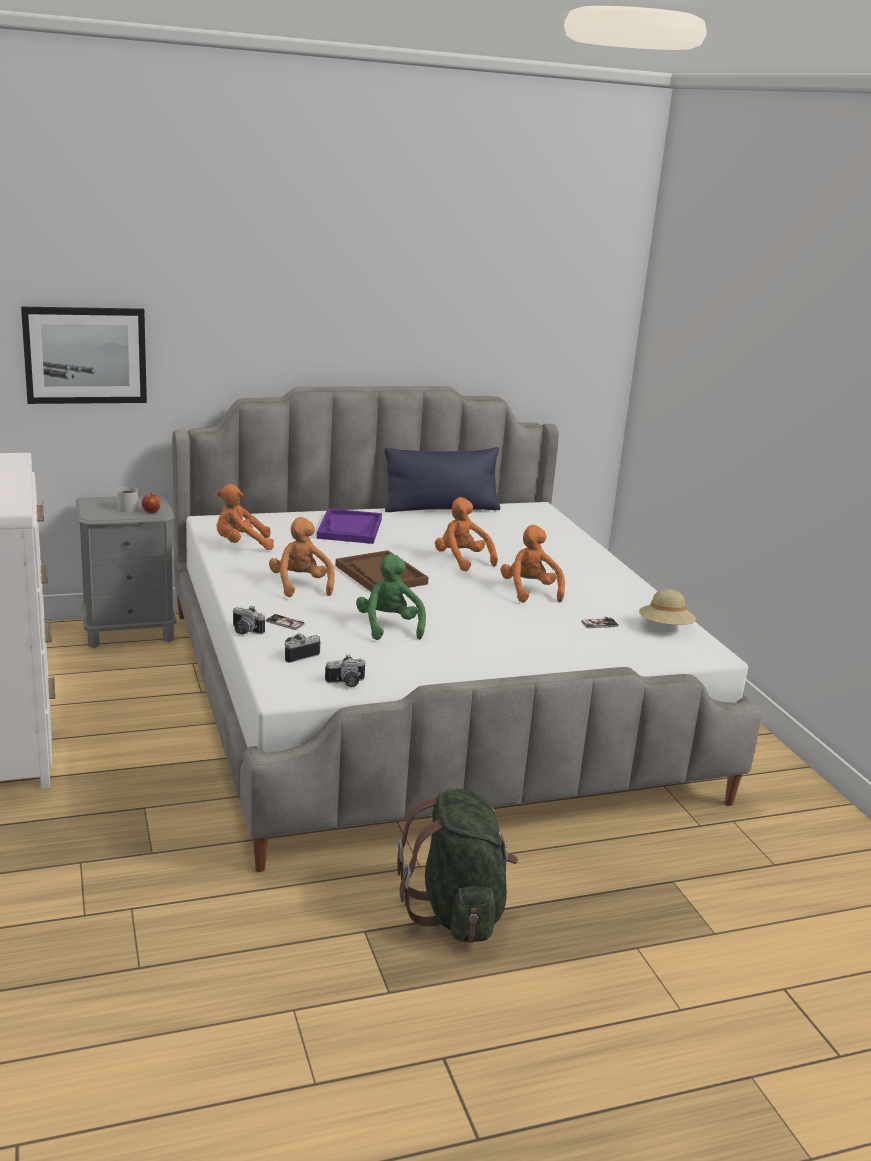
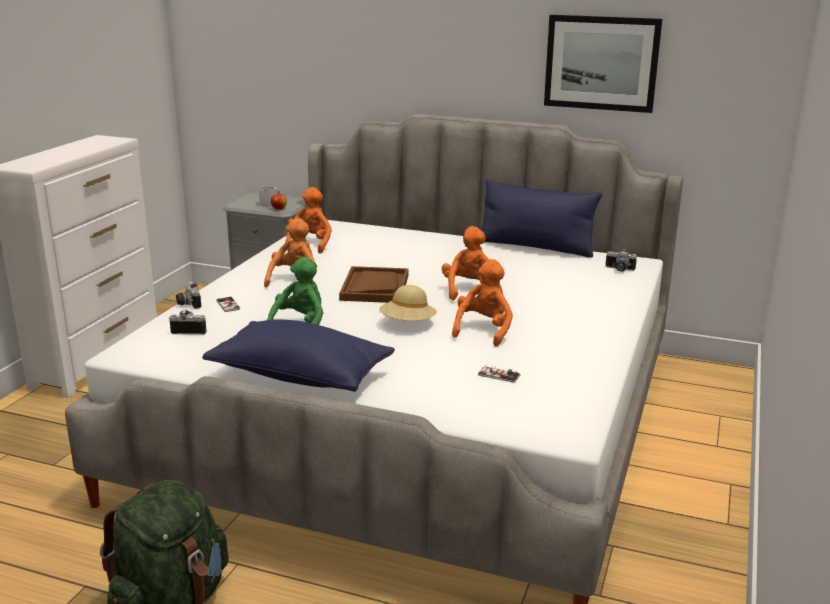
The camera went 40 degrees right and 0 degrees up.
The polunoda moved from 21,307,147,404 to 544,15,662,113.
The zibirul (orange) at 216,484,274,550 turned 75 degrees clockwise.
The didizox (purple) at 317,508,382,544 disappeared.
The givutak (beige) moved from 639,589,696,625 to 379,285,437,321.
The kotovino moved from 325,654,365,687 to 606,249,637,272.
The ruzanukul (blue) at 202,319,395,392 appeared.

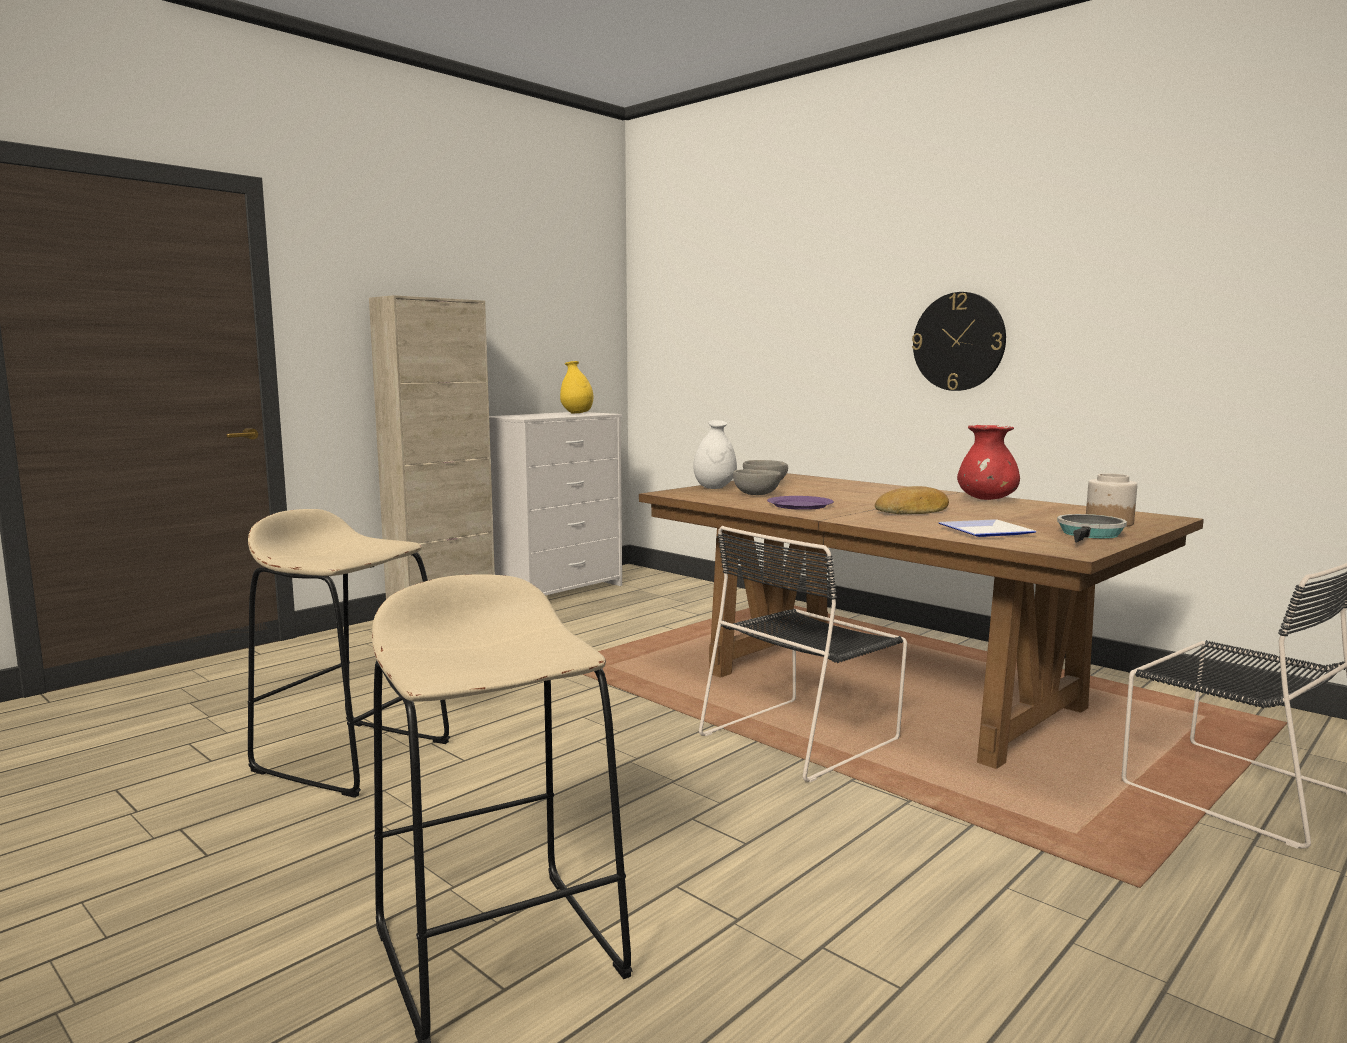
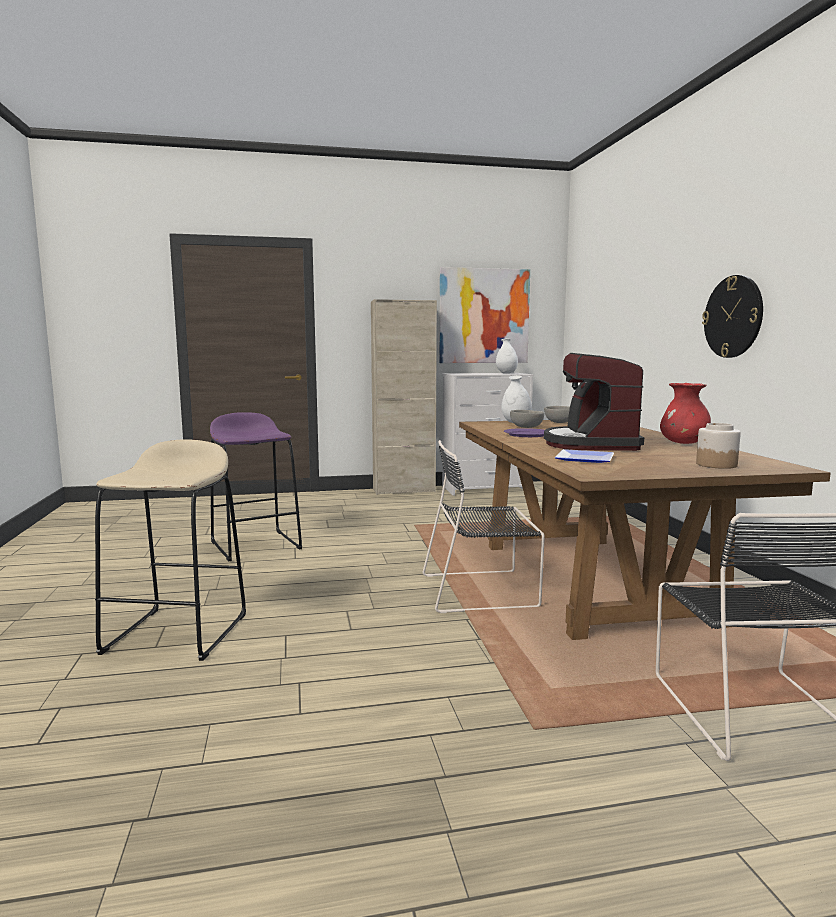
The camera went 35 degrees right and 0 degrees up.
The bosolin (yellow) at 560,361,593,414 became the bosolin (white) at 496,338,518,373.
The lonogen at 875,486,949,514 was replaced by the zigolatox at 544,353,644,451.
The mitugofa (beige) at 248,509,450,798 became the mitugofa (purple) at 210,412,302,561.
The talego at 1057,514,1127,543 disappeared.
The polunoda at 439,267,530,363 appeared.

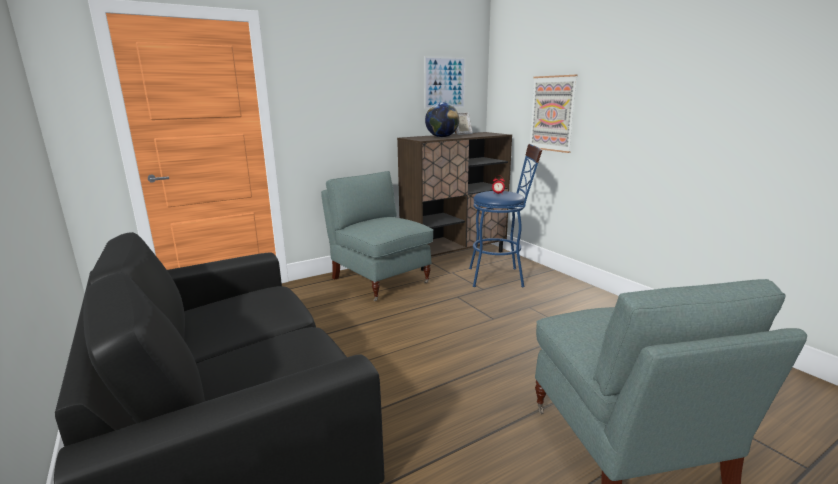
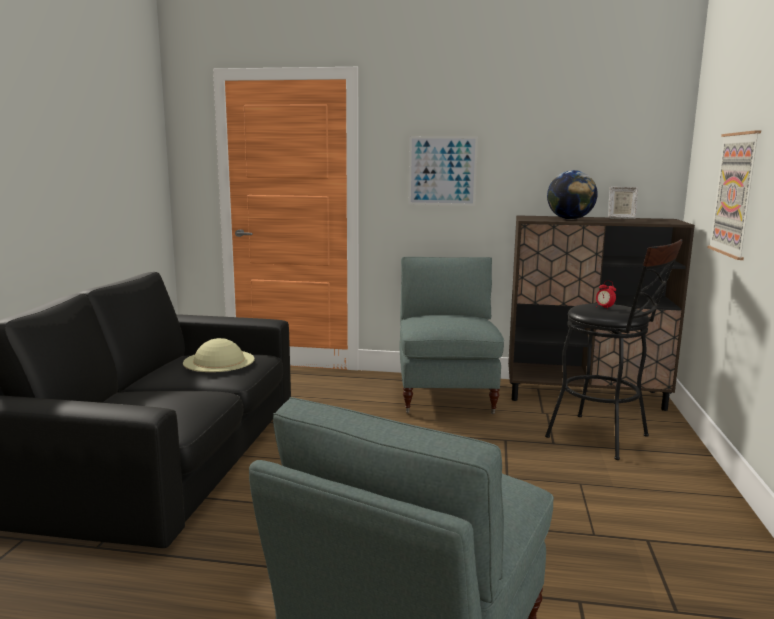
The camera went 40 degrees right and 5 degrees down.
The polunoda moved from 424,56,466,109 to 409,136,478,206.
The mitugofa (blue) at 469,144,542,287 became the mitugofa (black) at 545,239,683,460.
The givutak (beige) at 183,338,254,372 appeared.

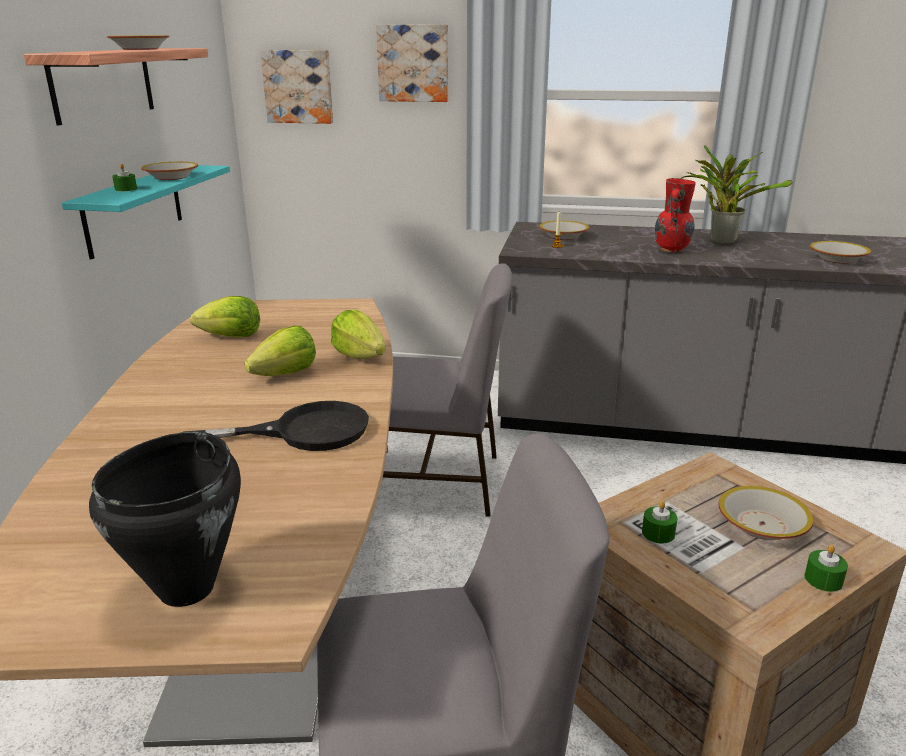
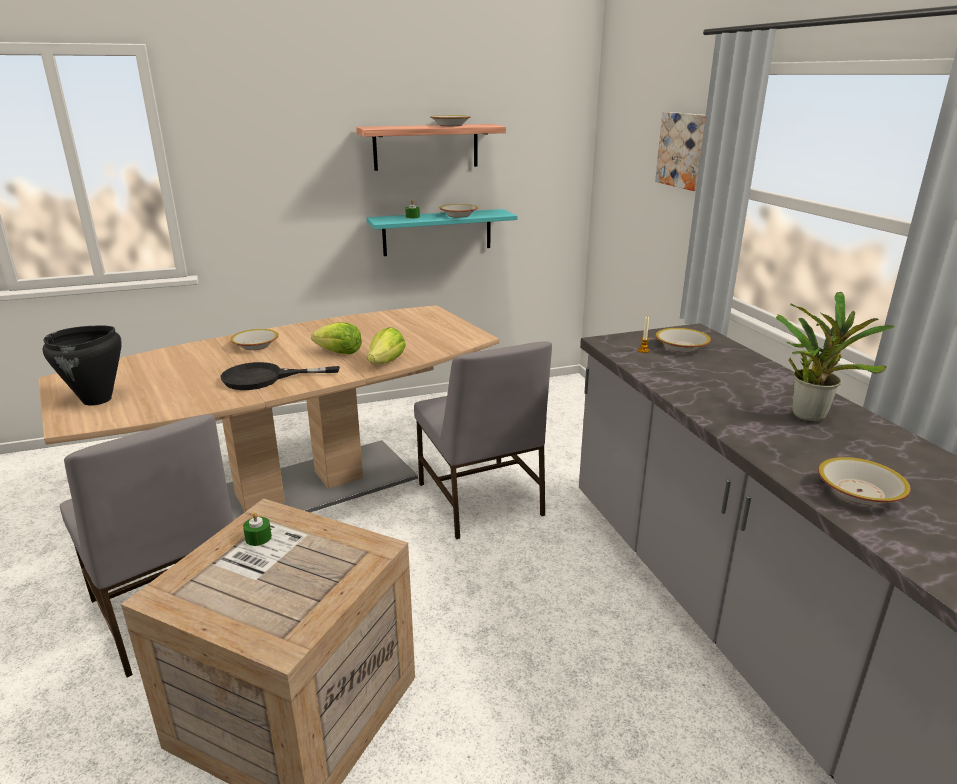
The camera went 60 degrees right and 0 degrees up.
The polunoda at 260,50,333,124 disappeared.
The bosolin (red) at 655,178,696,253 disappeared.
The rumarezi at 190,296,260,337 disappeared.
The talego (black) at 184,401,369,451 turned 120 degrees clockwise.
The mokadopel moved from 718,486,813,540 to 230,329,279,350.
The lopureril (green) at 805,545,848,592 disappeared.

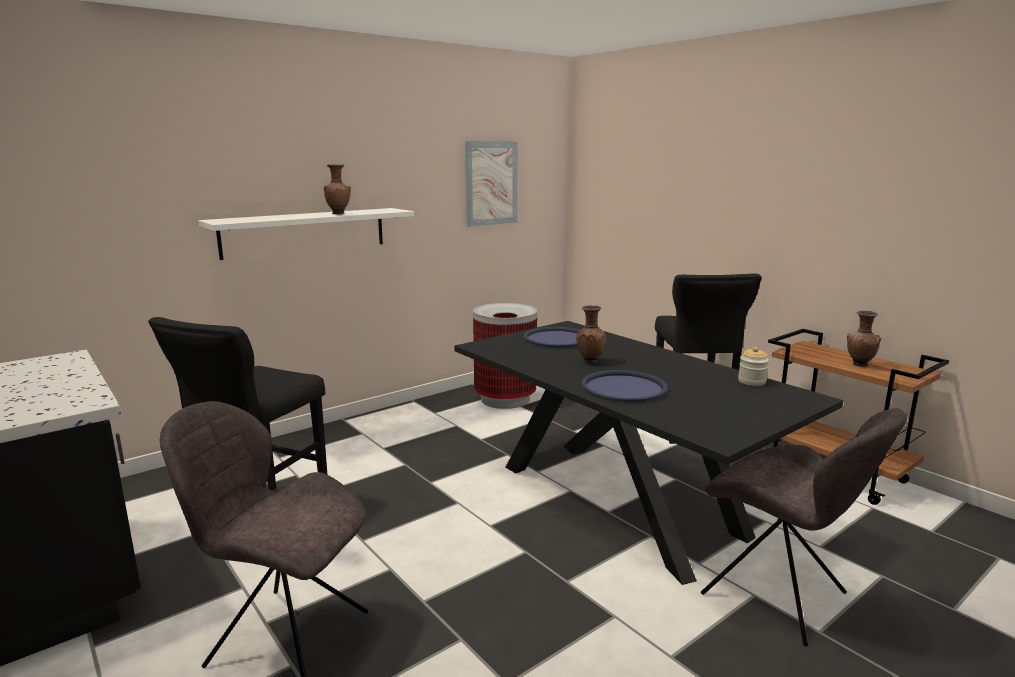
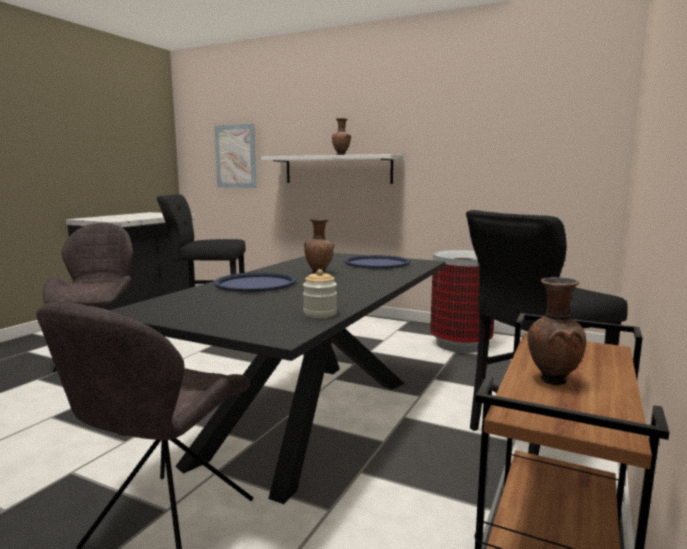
The camera went 65 degrees right and 5 degrees down.
The polunoda moved from 465,142,518,227 to 214,124,257,188.

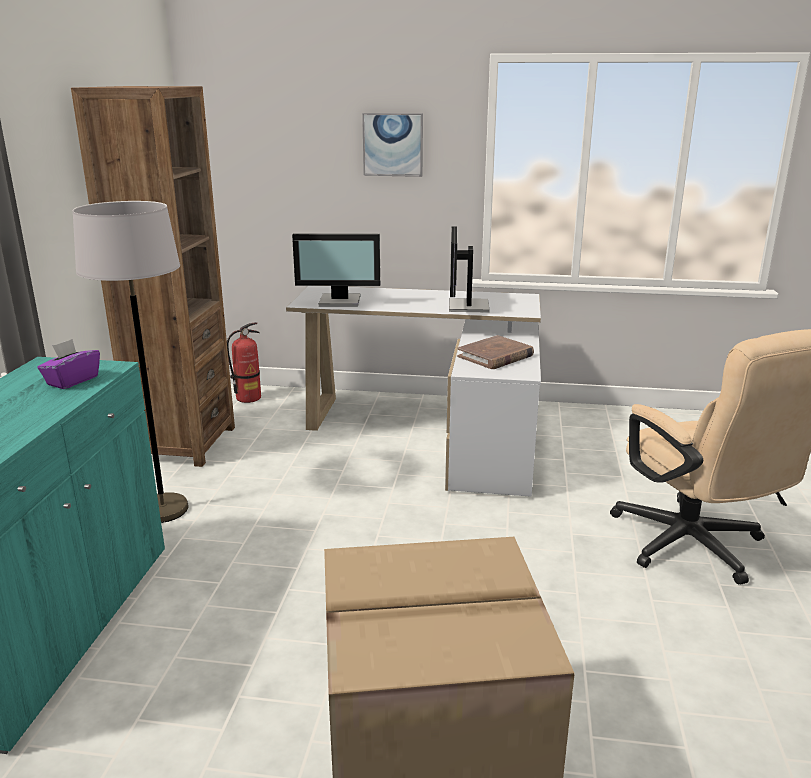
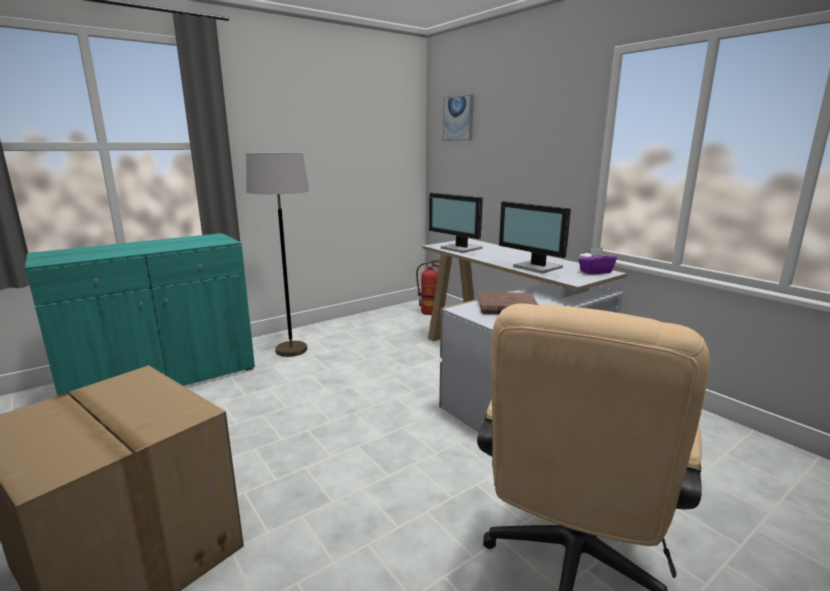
The camera went 45 degrees right and 5 degrees down.
The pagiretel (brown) at 71,86,235,467 disappeared.
The polunoda moved from 362,113,423,177 to 443,95,474,140.
The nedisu at 449,227,490,313 turned 90 degrees counterclockwise.
The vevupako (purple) moved from 37,339,100,389 to 578,247,617,275.

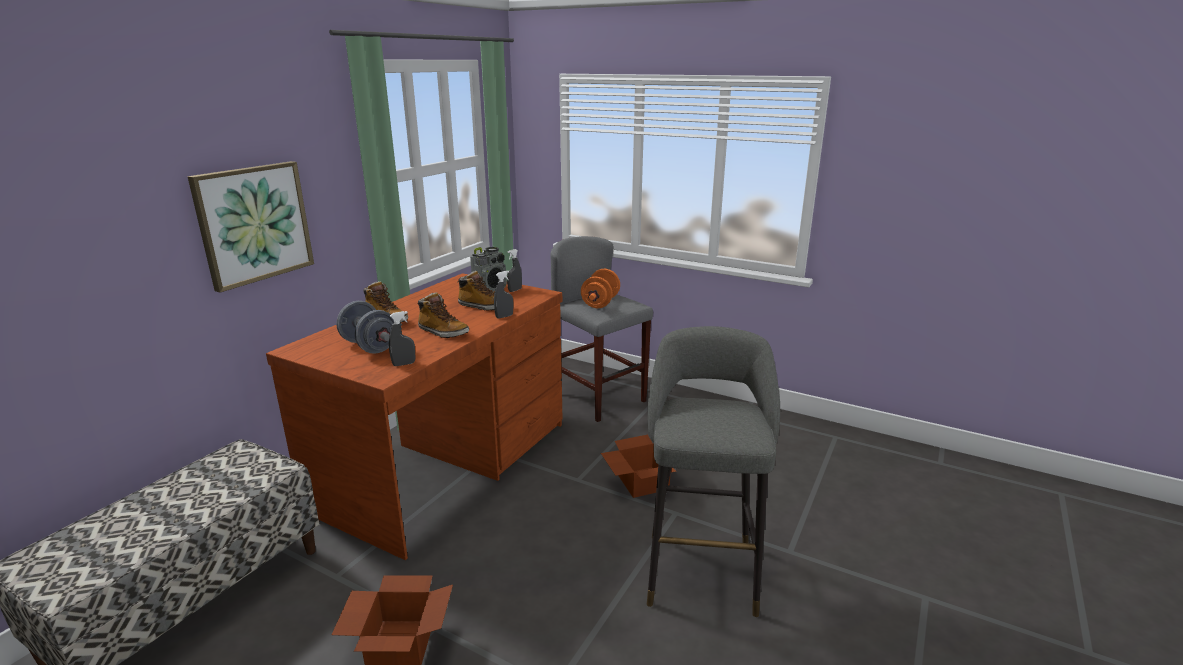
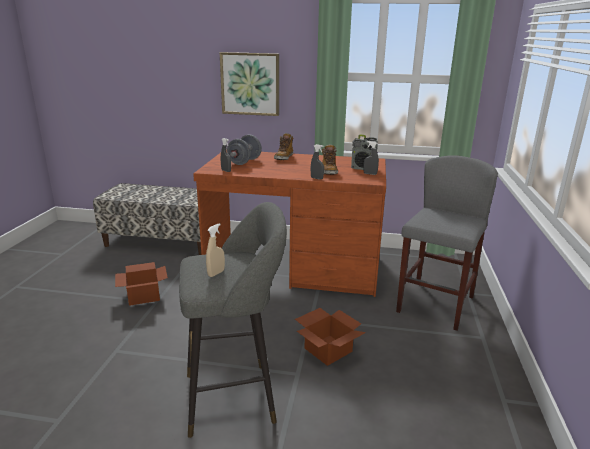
The camera went 70 degrees right and 0 degrees up.
The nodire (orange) at 581,269,620,308 disappeared.
The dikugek at 418,292,469,338 disappeared.
The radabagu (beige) at 206,223,225,277 appeared.

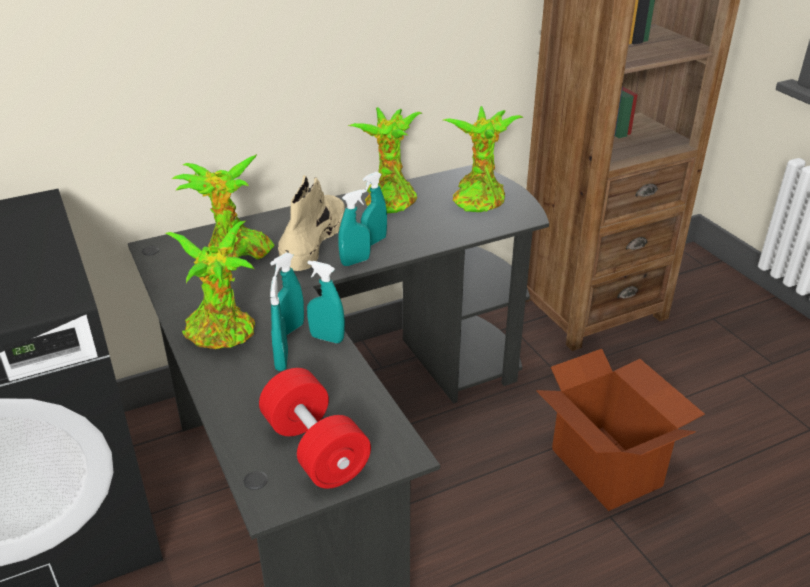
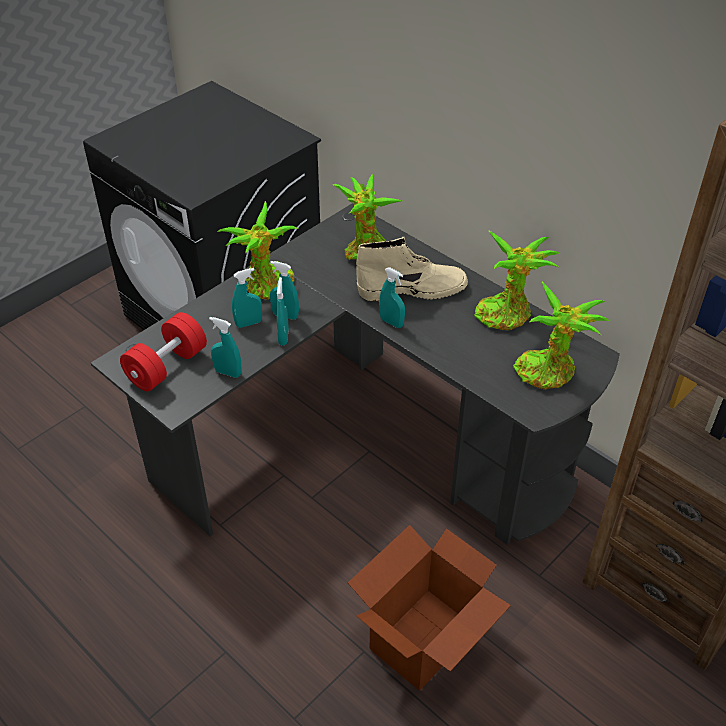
The camera went 70 degrees right and 10 degrees up.
The radabagu (turquoise) moved from 361,172,387,246 to 209,317,241,378.

